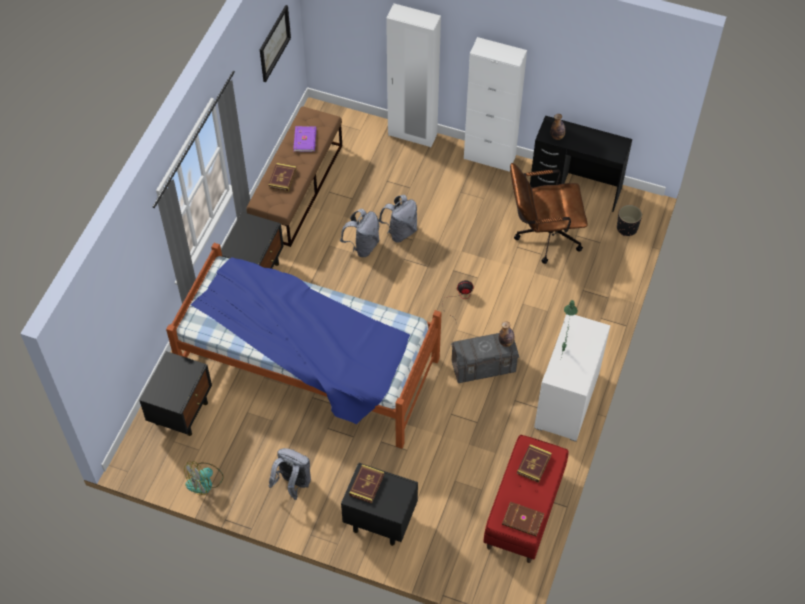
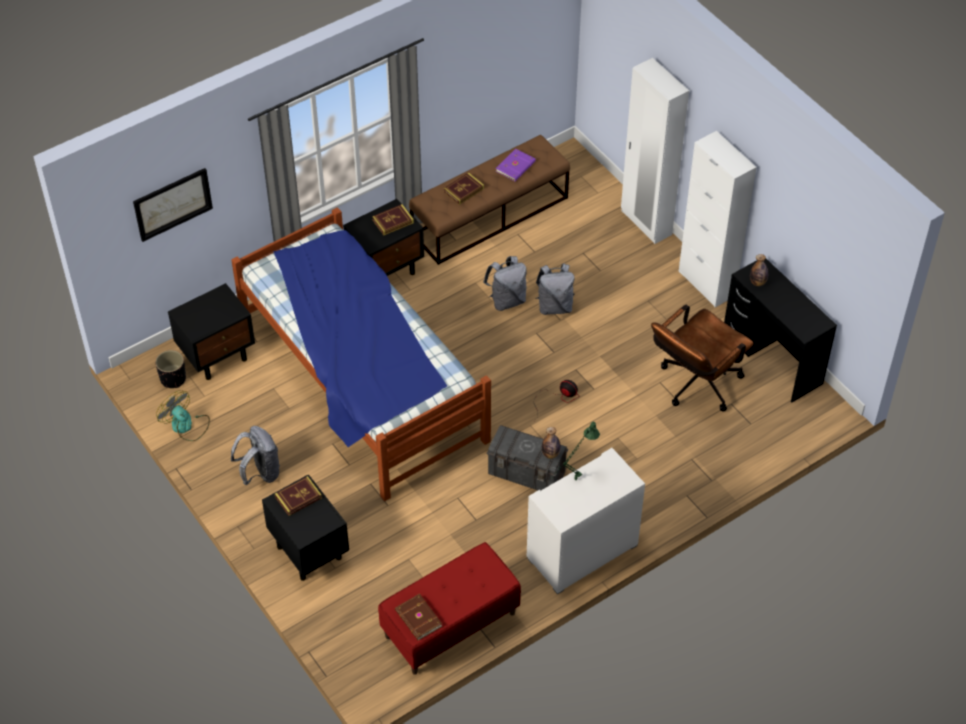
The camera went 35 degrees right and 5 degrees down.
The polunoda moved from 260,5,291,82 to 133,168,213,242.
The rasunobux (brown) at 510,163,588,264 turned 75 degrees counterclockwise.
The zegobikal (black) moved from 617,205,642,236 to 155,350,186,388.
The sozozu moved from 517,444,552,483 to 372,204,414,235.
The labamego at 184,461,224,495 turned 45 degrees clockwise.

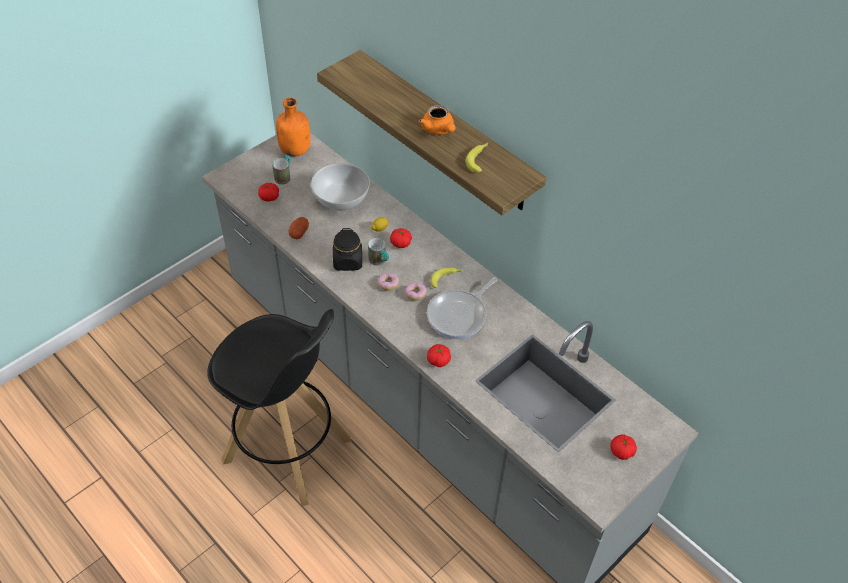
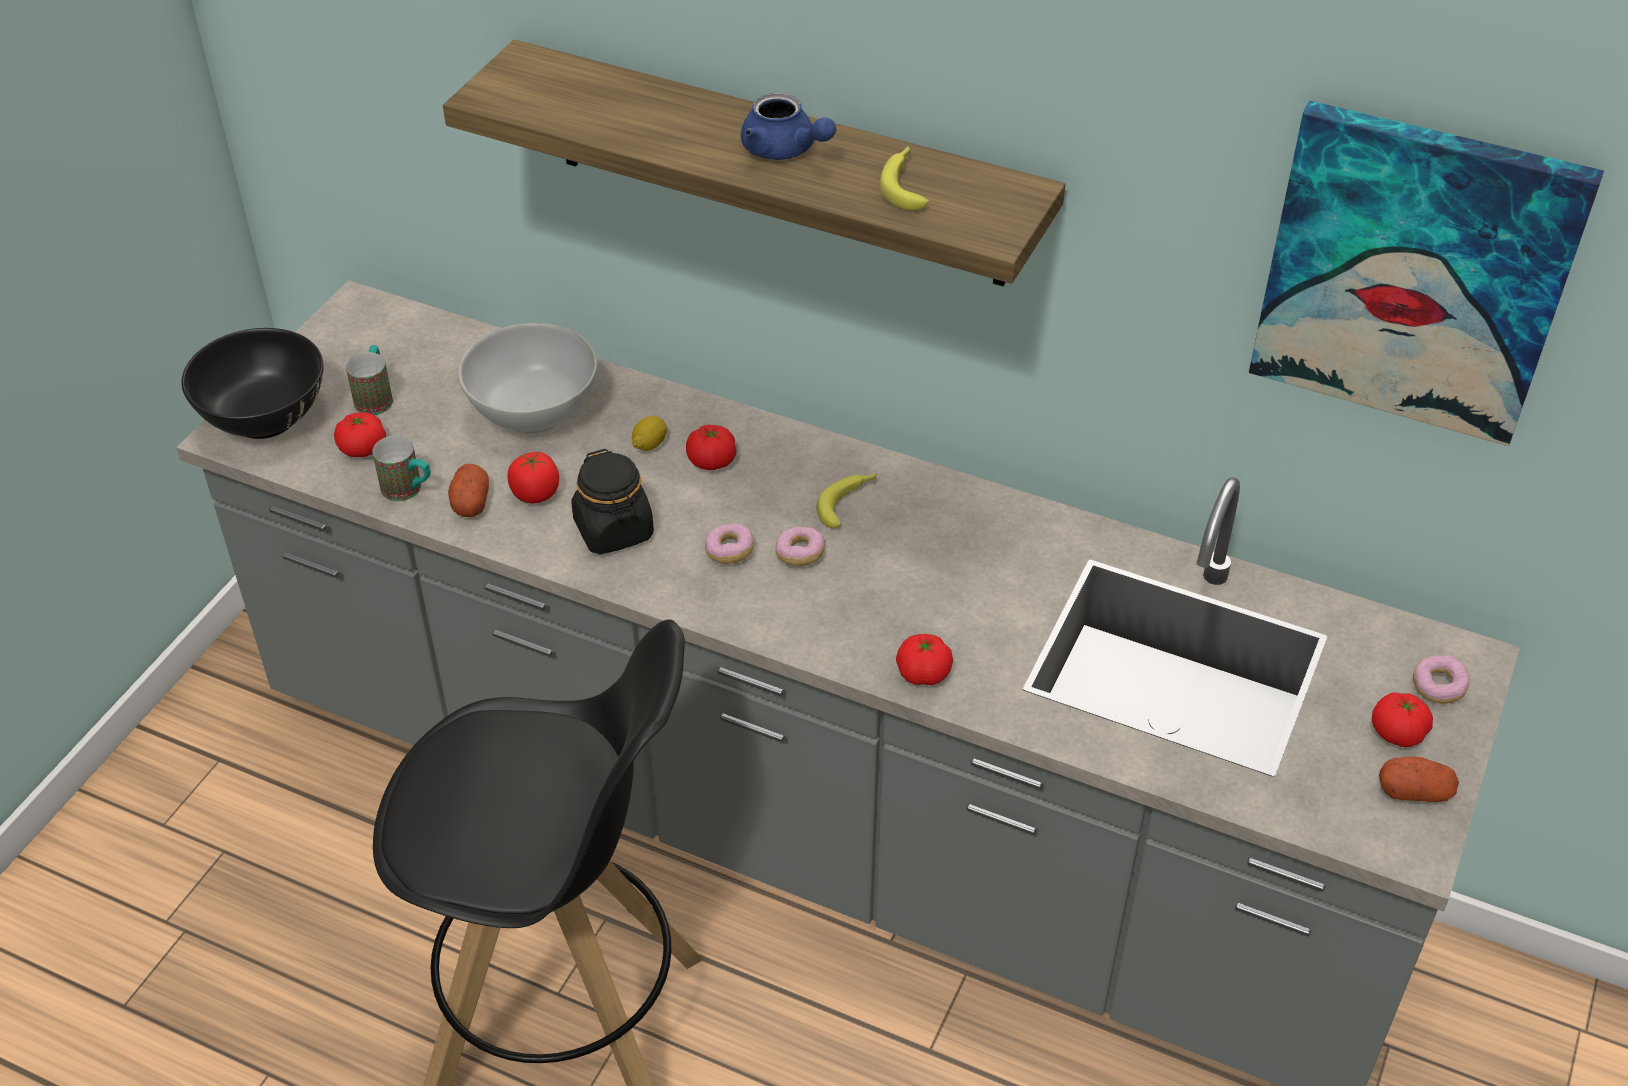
The camera went 20 degrees left and 5 degrees down.
The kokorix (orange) at 276,98,310,156 disappeared.
The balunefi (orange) at 419,105,456,135 became the balunefi (blue) at 741,93,836,160.
The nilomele moved from 368,238,389,266 to 372,435,431,501.
The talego at 427,277,497,339 disappeared.
The polunoda at 1249,101,1604,446 appeared.
The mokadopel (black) at 181,328,324,439 appeared.
The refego at 507,452,559,504 appeared.
The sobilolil at 1413,655,1470,704 appeared.
The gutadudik at 1379,757,1459,802 appeared.

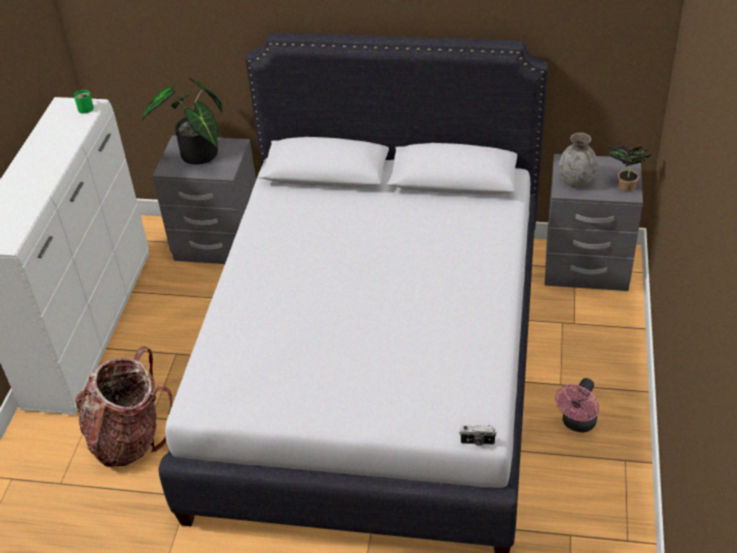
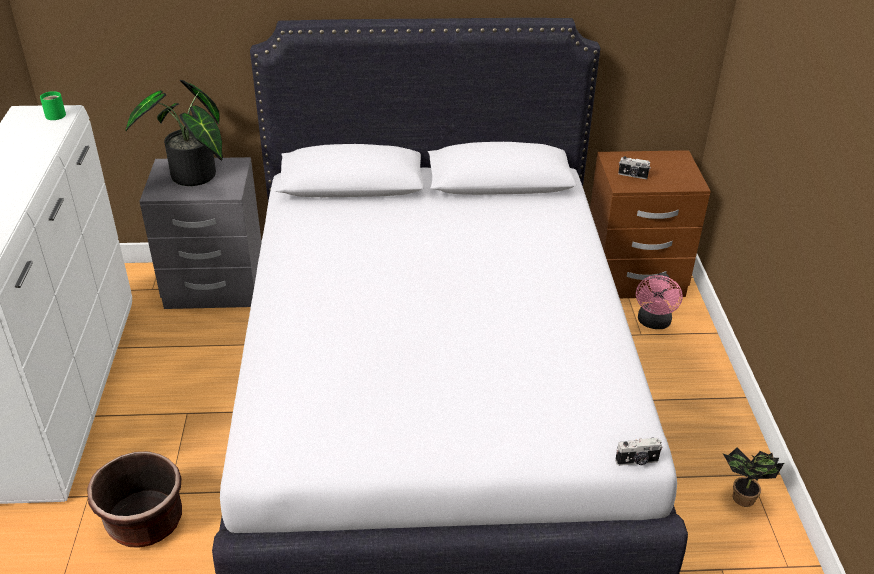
The camera went 15 degrees left and 5 degrees down.
The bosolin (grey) at 559,133,598,187 was replaced by the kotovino at 618,156,651,179.
The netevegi moved from 608,145,653,191 to 723,447,784,507.
The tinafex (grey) at 545,154,643,291 became the tinafex (brown) at 590,150,711,298.
The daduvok at 75,346,172,467 was replaced by the zegobikal (brown) at 87,451,182,548.
The labamego (pink) moved from 555,378,599,433 to 636,273,683,329.

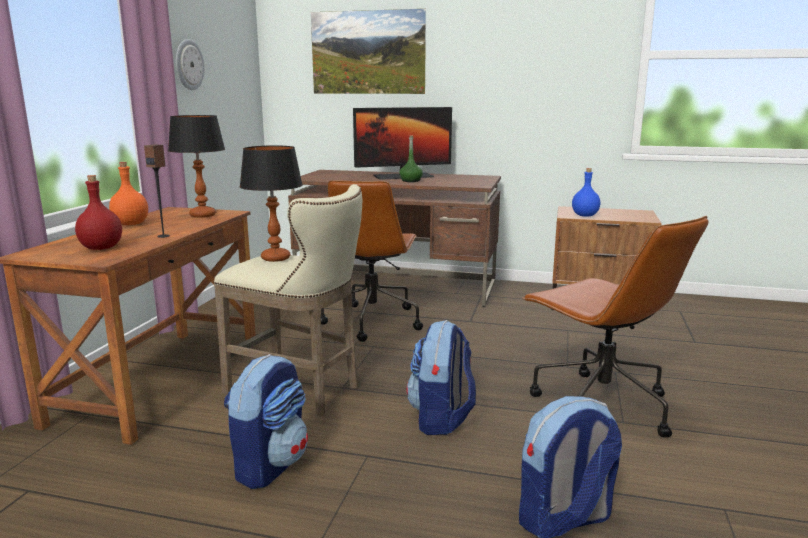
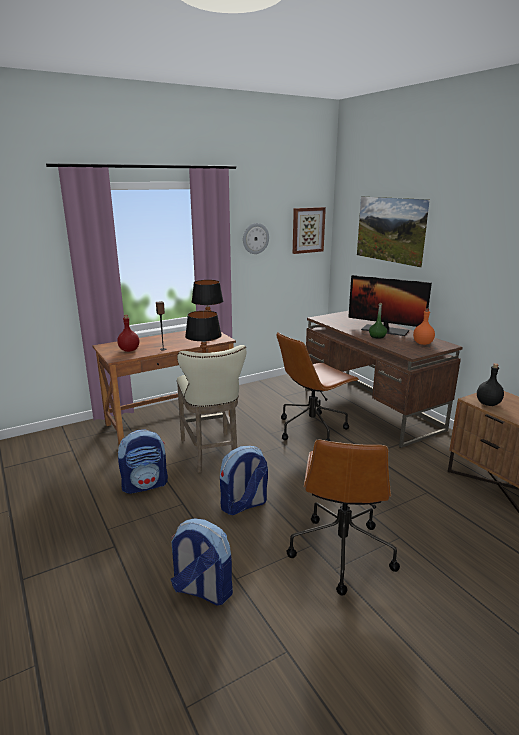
The camera went 45 degrees right and 5 degrees up.
The kokorix (orange) moved from 109,162,148,225 to 413,308,435,345.
The kokorix (blue) at 572,168,600,216 became the kokorix (black) at 477,363,504,406.
The polunoda at 293,207,326,254 appeared.

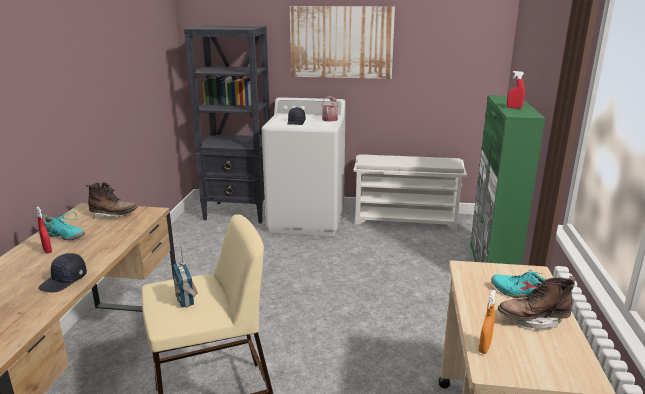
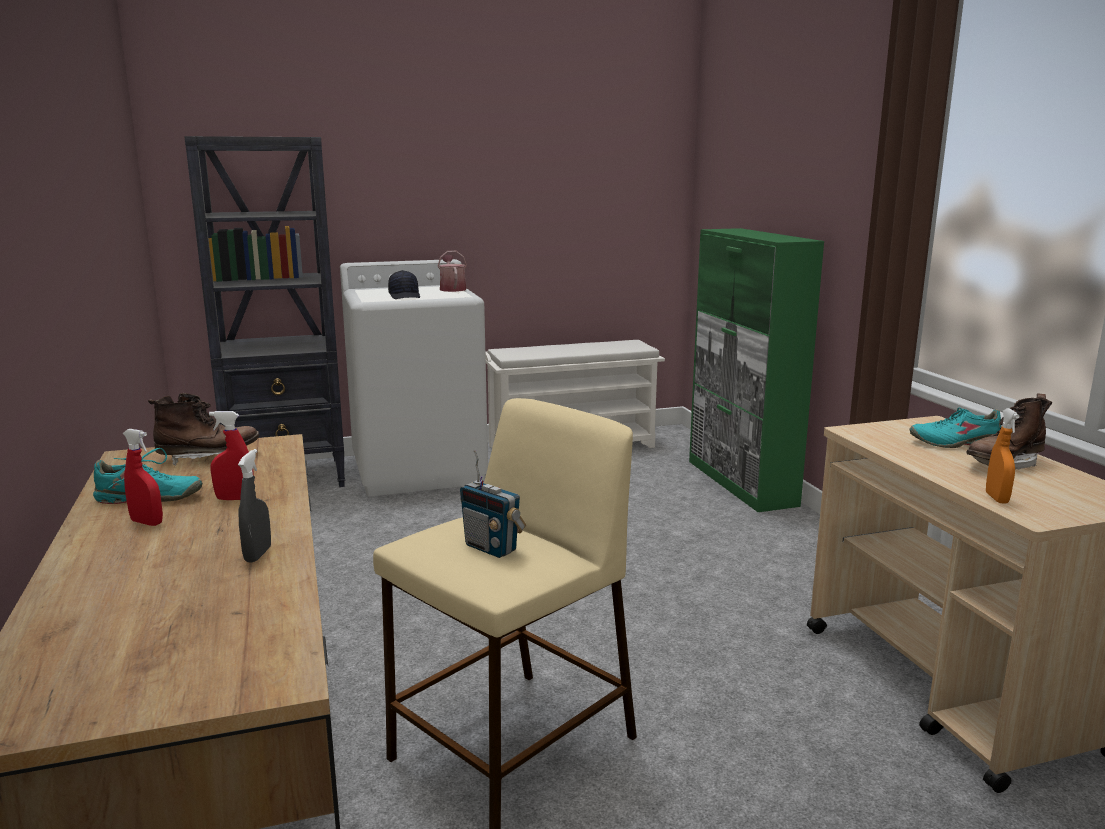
The camera went 25 degrees left and 5 degrees down.
The polunoda at 290,6,395,79 disappeared.
The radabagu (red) moved from 507,71,525,109 to 209,411,254,500.
The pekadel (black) at 38,253,87,292 was replaced by the radabagu (grey) at 238,449,271,562.

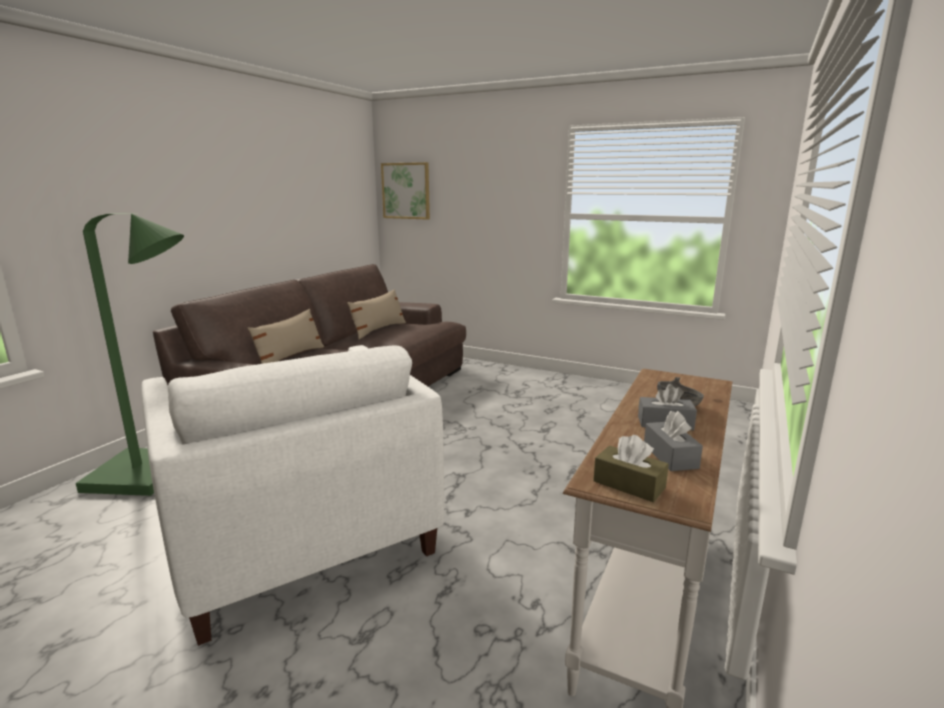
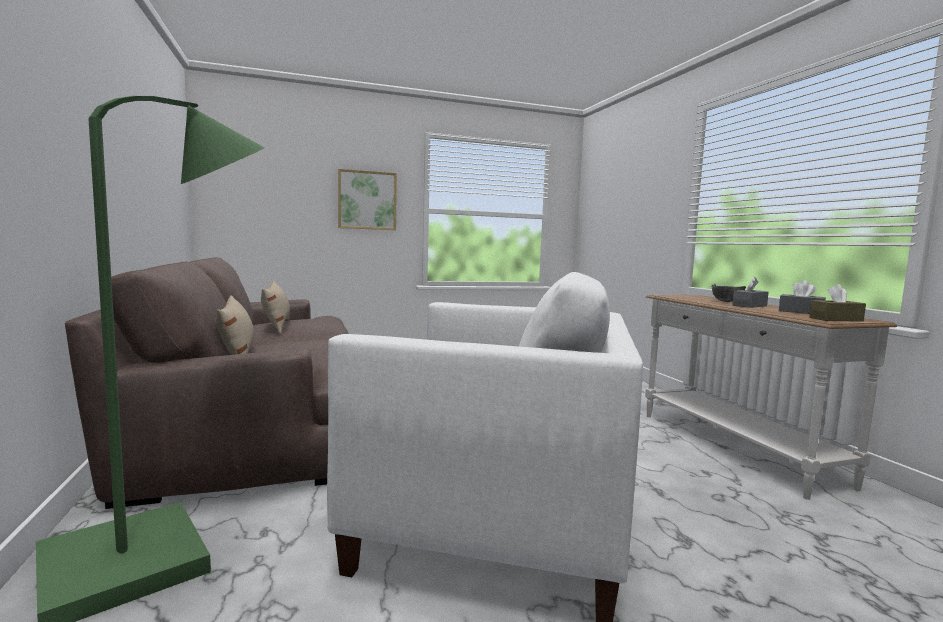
The camera went 45 degrees left and 10 degrees down.
The polunoda moved from 381,162,430,220 to 338,169,397,230.

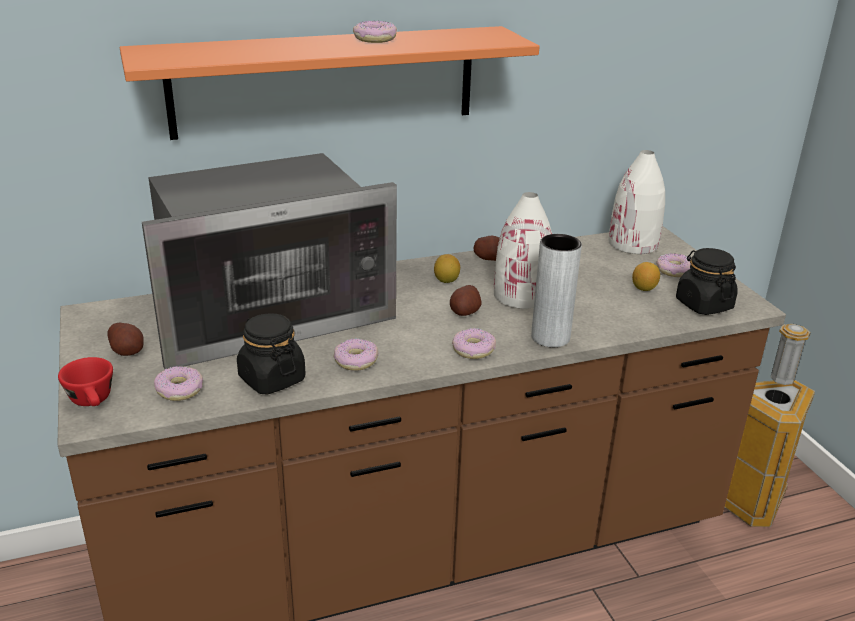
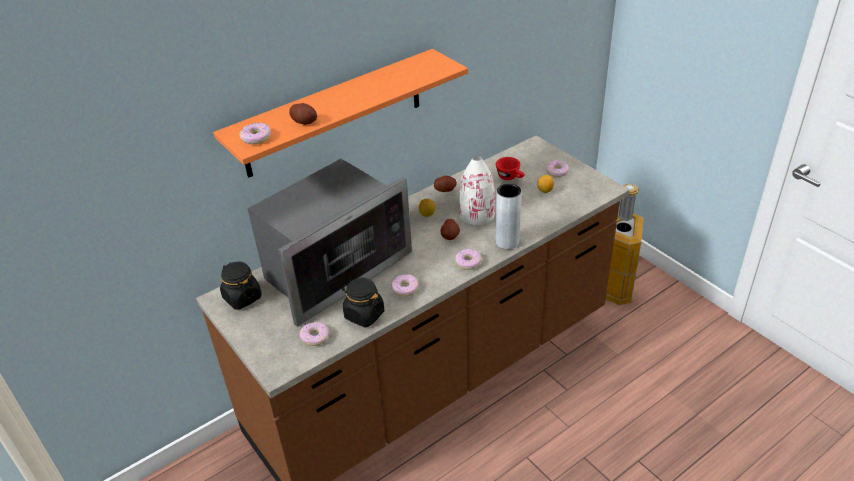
The camera went 15 degrees left and 10 degrees up.
The sobilolil moved from 353,21,397,43 to 240,123,271,144.
The bosolin (white) at 608,150,665,254 disappeared.
The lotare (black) moved from 676,248,738,315 to 220,262,262,310.
The gutadudik moved from 107,323,144,356 to 289,103,317,125.
The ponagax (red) moved from 58,357,113,406 to 496,157,524,180.

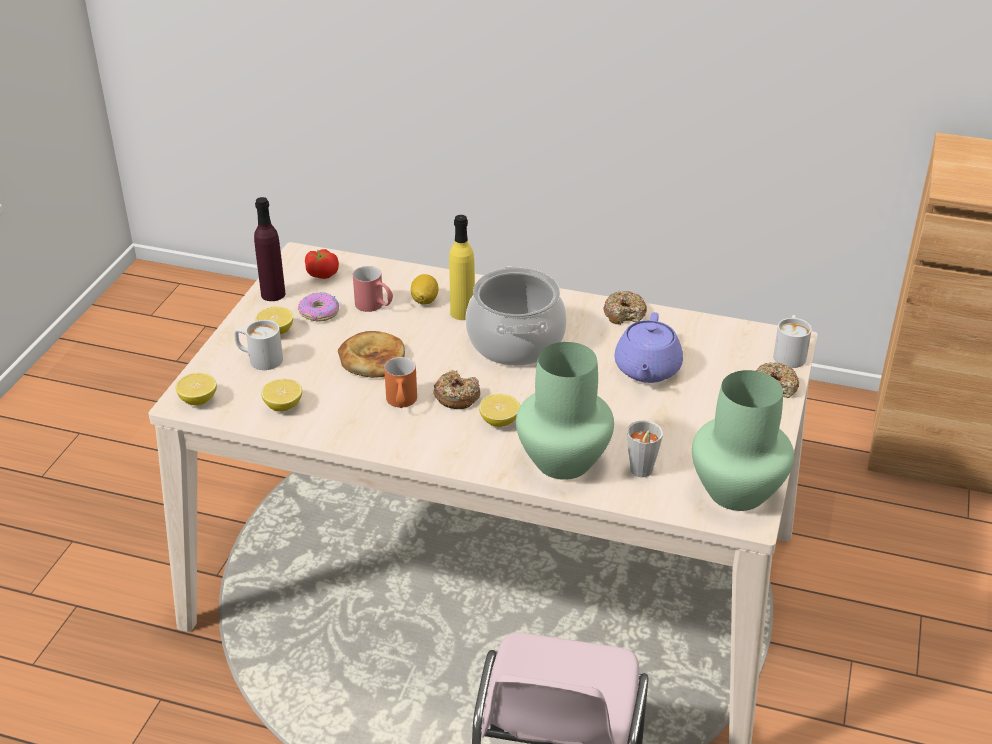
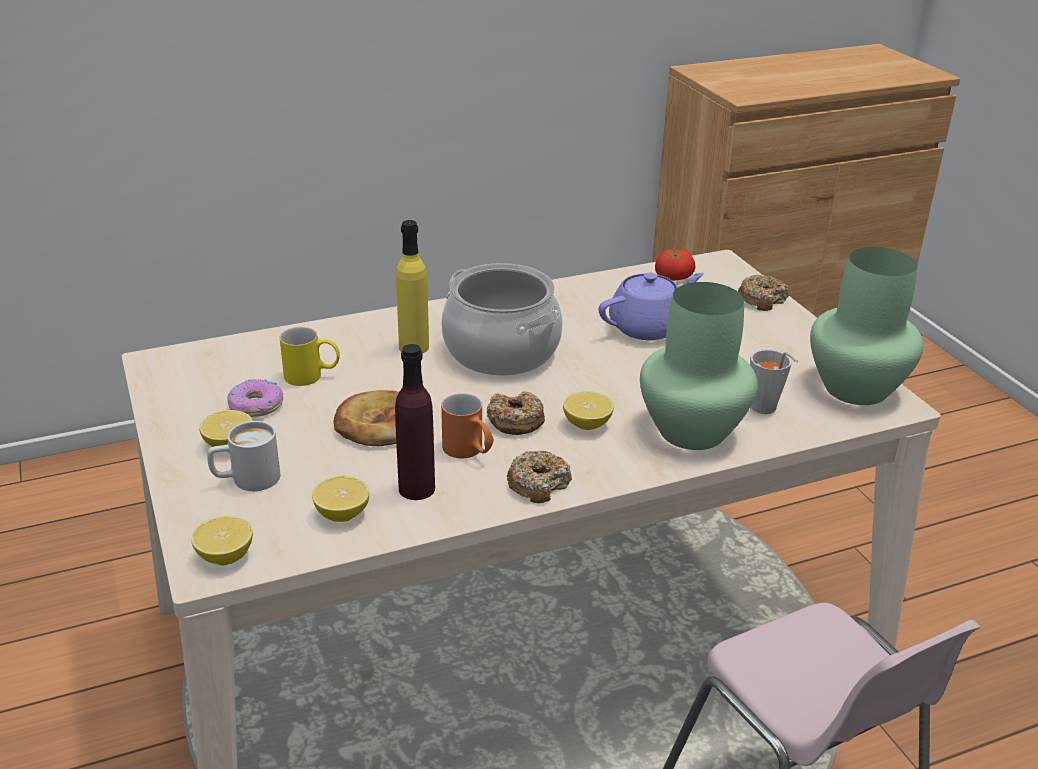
The camera went 40 degrees left and 5 degrees down.
The kokorix (purple) moved from 254,197,285,301 to 395,344,435,500.
The refego moved from 305,249,339,279 to 655,249,695,281.
The nilomele (red) at 353,266,393,312 became the nilomele (yellow) at 280,327,340,386.
The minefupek at 411,274,439,305 disappeared.
The sobilolil moved from 603,291,647,325 to 507,450,572,503.
The balunefi (purple) at 615,312,683,383 turned 90 degrees counterclockwise.
The nilomele (white) at 773,315,812,368 disappeared.

